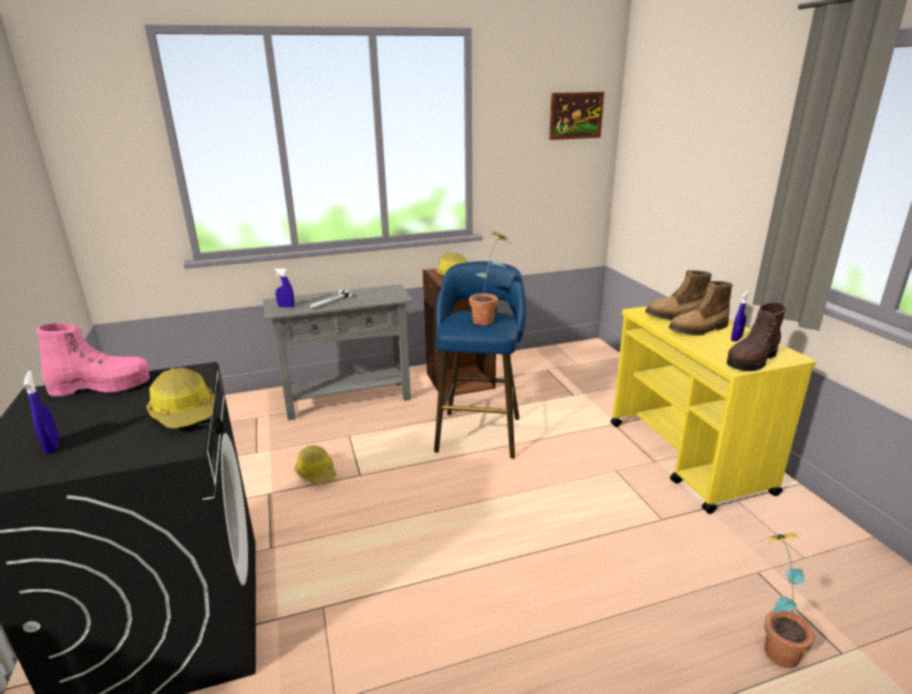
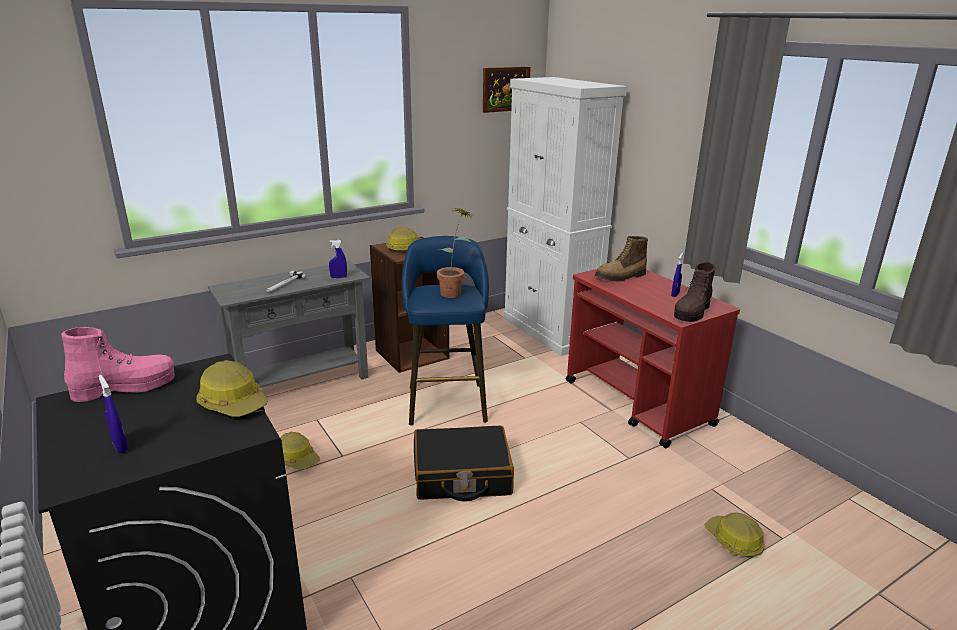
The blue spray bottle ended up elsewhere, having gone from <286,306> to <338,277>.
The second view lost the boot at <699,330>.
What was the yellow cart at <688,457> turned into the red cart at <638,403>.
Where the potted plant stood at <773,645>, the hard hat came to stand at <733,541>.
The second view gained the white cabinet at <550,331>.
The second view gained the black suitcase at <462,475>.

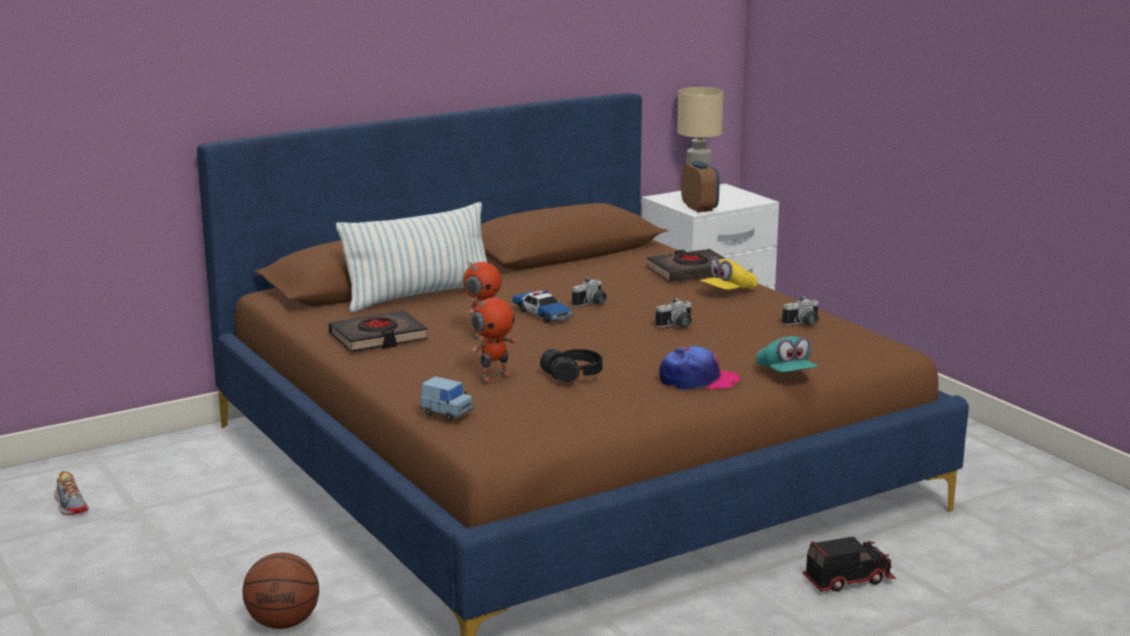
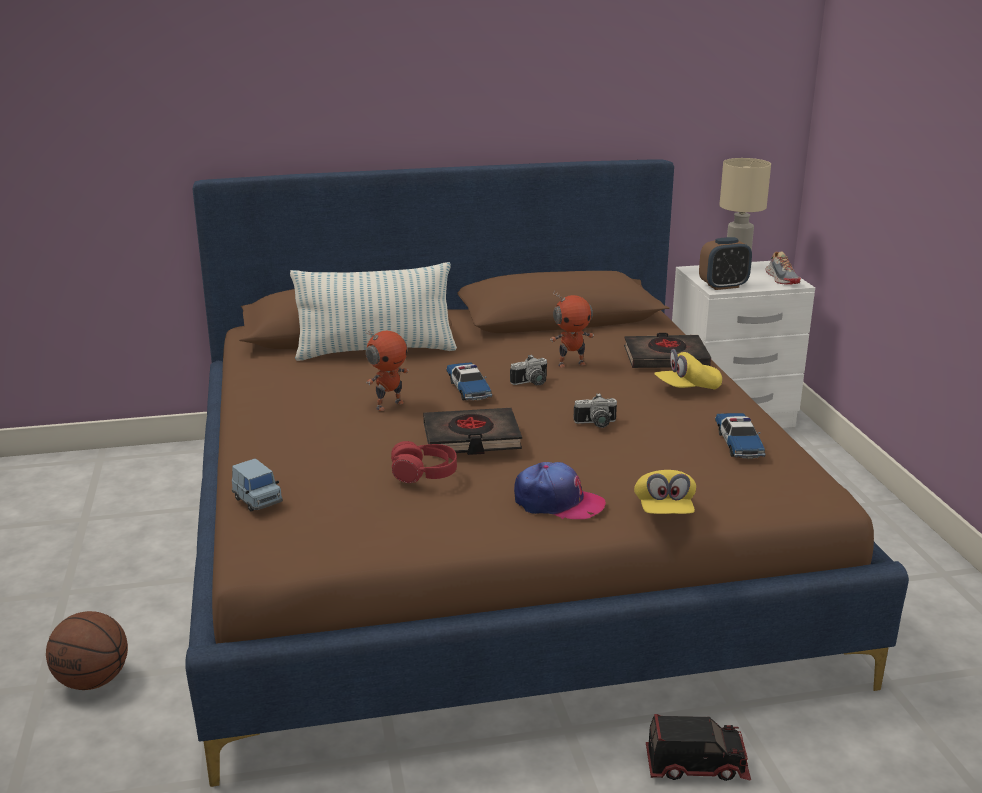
The alarm clock at <699,208> ended up facing another way, 75 degrees clockwise from before.
The toy robot ended up elsewhere, having gone from <494,375> to <571,364>.
Where the photo camera stood at <804,324>, the toy car came to stand at <738,443>.
The black book ended up elsewhere, having gone from <378,338> to <471,438>.
What was the turquoise cap at <786,374> turned into the yellow cap at <664,511>.
What was the black headphones at <573,375> turned into the red headphones at <424,473>.
The shoe ended up elsewhere, having gone from <71,504> to <782,278>.

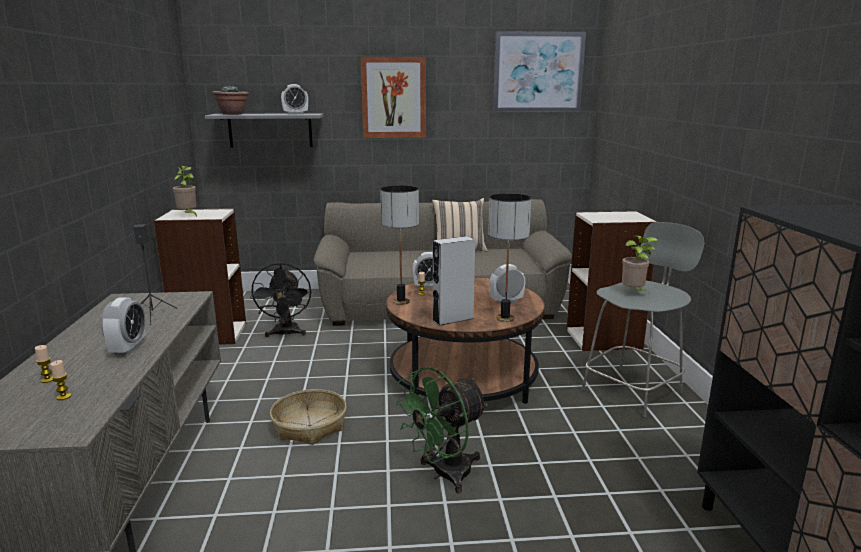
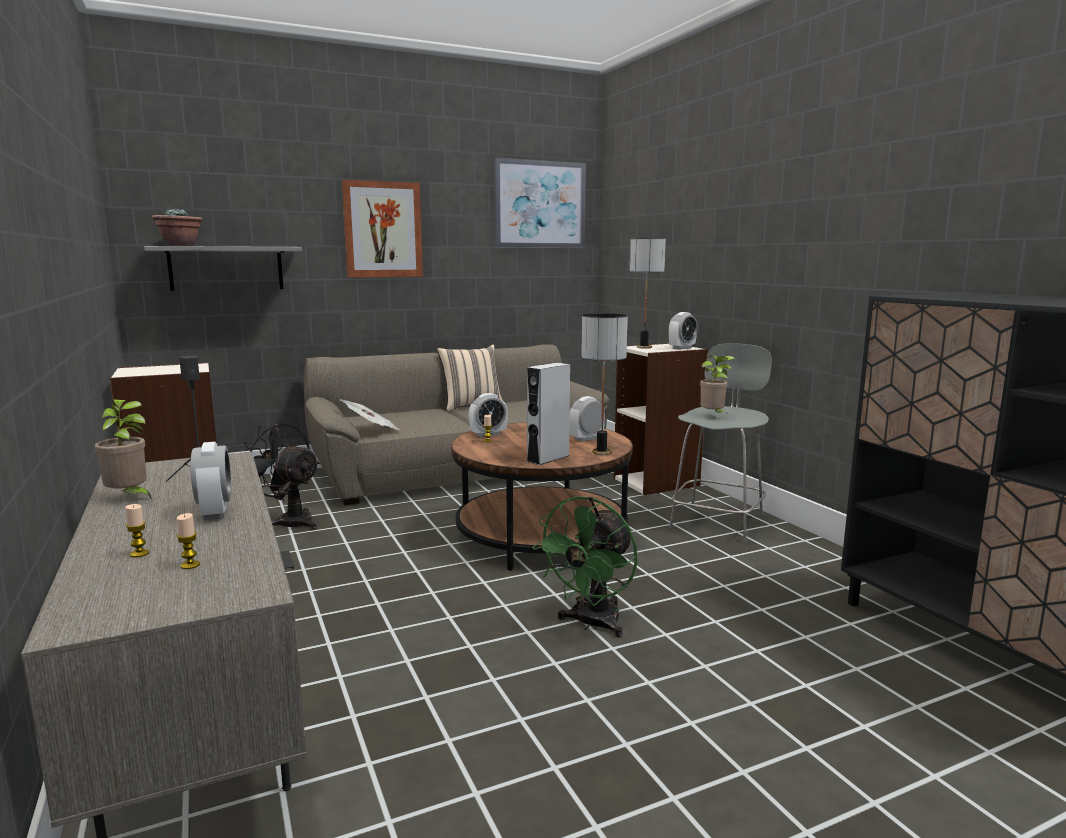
The alarm clock ended up elsewhere, having gone from <295,114> to <682,348>.
The potted plant ended up elsewhere, having gone from <188,215> to <129,498>.
The table lamp ended up elsewhere, having gone from <401,301> to <644,347>.
The black fan at <285,334> ended up facing another way, 150 degrees clockwise from before.
The second view lost the basket at <309,425>.
The second view gained the newspaper at <372,430>.

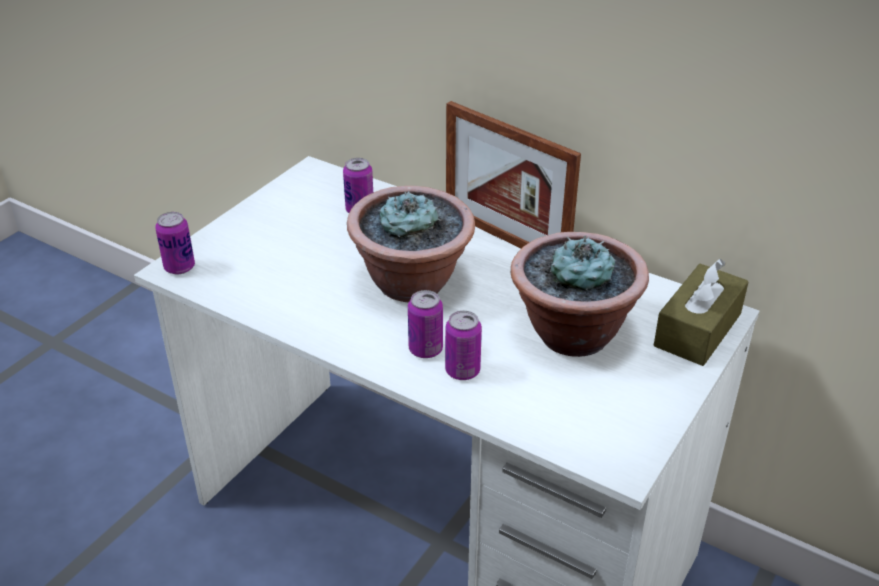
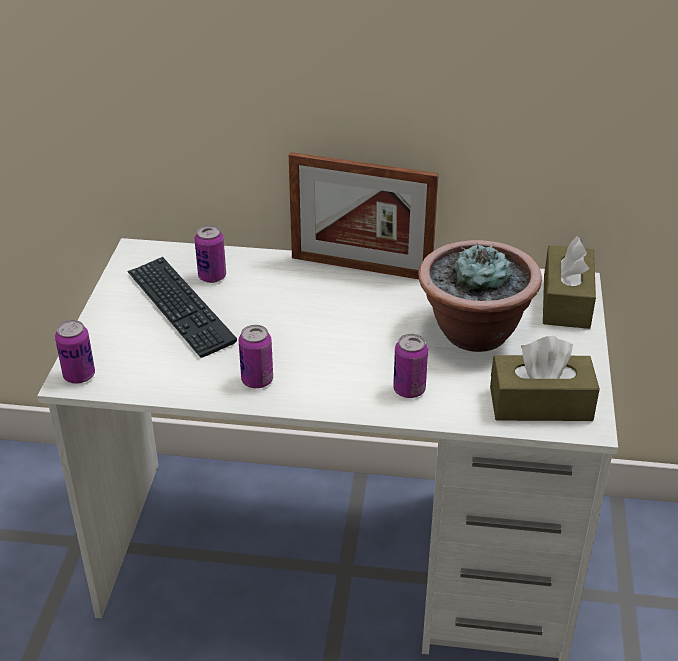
The second view lost the potted plant at <412,283>.
The can ended up elsewhere, having gone from <425,349> to <257,380>.
The second view gained the keyboard at <180,308>.
The second view gained the brown tissue box at <540,404>.

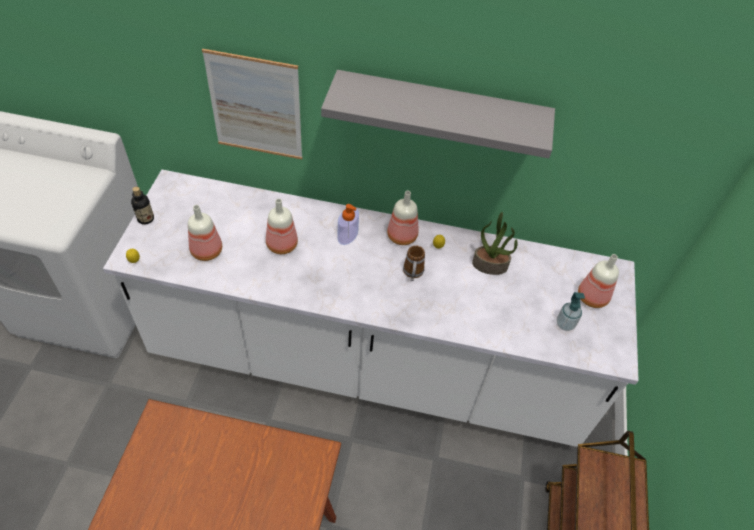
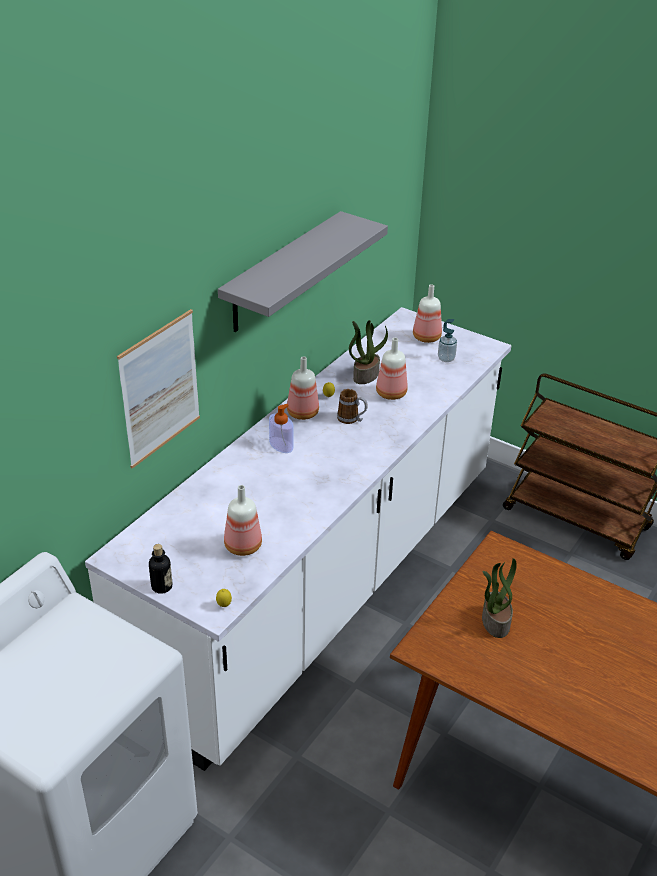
The bottle ended up elsewhere, having gone from <281,245> to <391,394>.
The second view gained the potted plant at <495,621>.

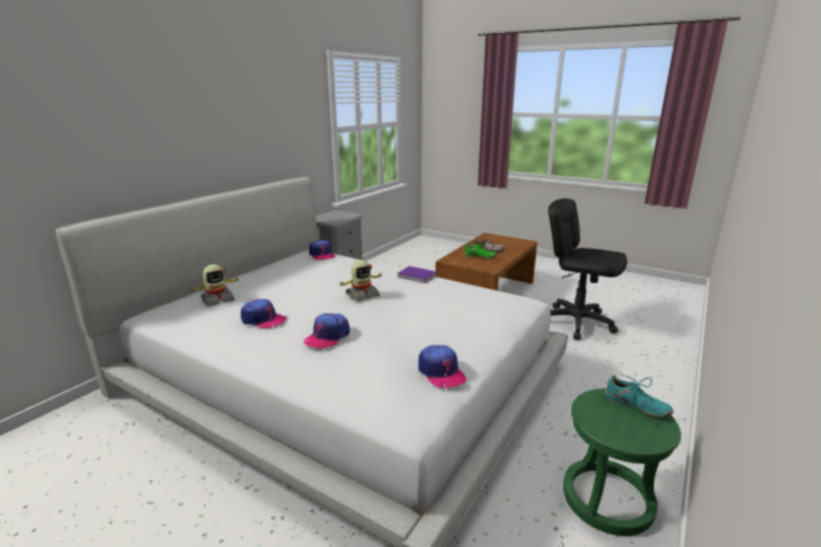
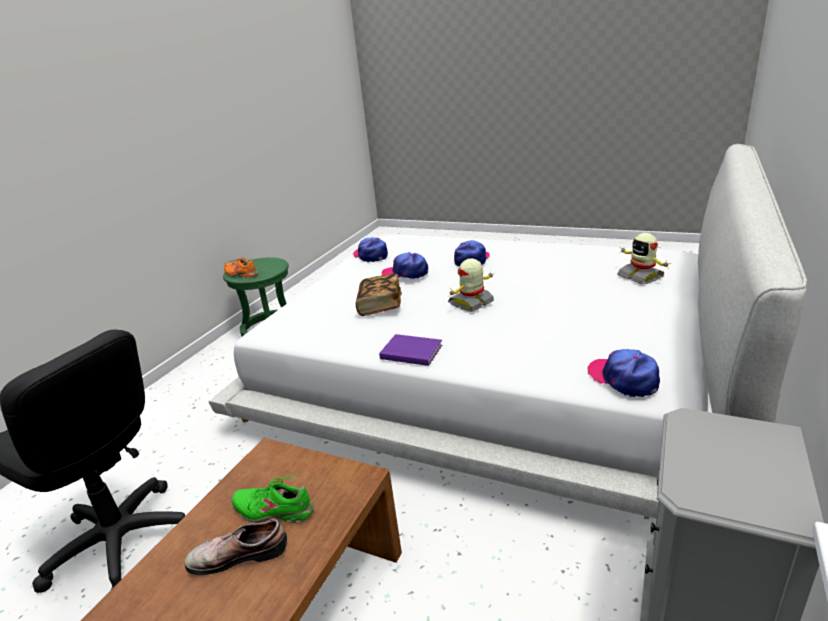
The toy robot at <217,300> ended up facing another way, 75 degrees counterclockwise from before.
The cap ended up elsewhere, having gone from <263,320> to <405,273>.
What was the turquoise shoe at <635,406> turned into the orange shoe at <241,274>.
The second view gained the book at <380,306>.

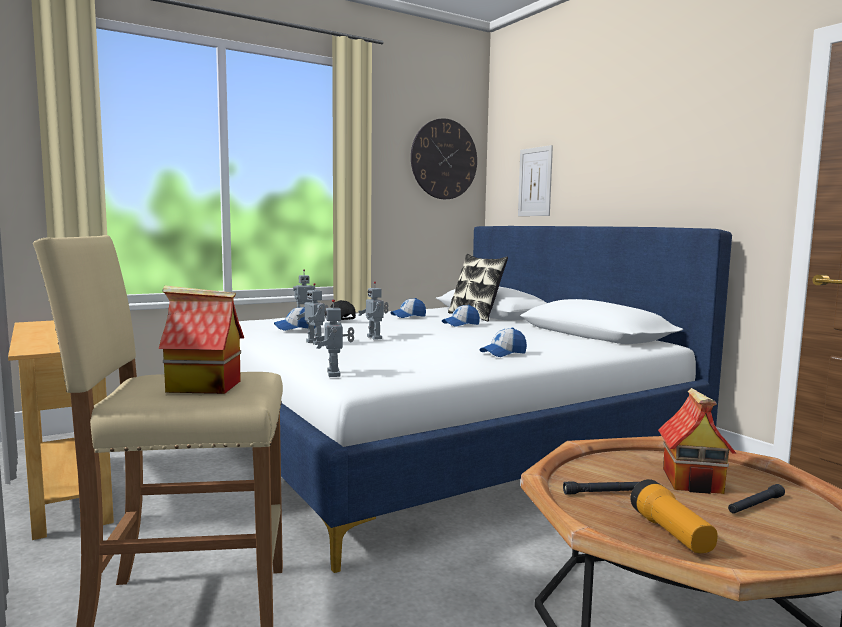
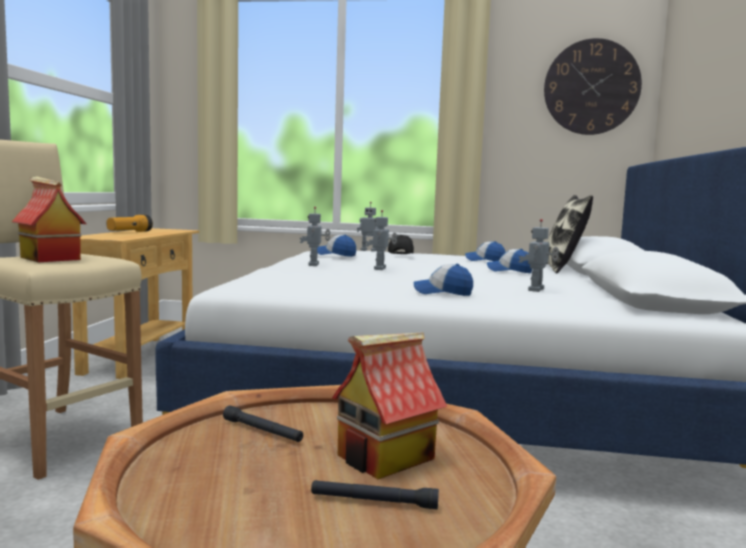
The second view lost the picture at <535,182>.
The toy robot ended up elsewhere, having gone from <335,374> to <537,290>.
The flashlight ended up elsewhere, having gone from <671,533> to <129,232>.

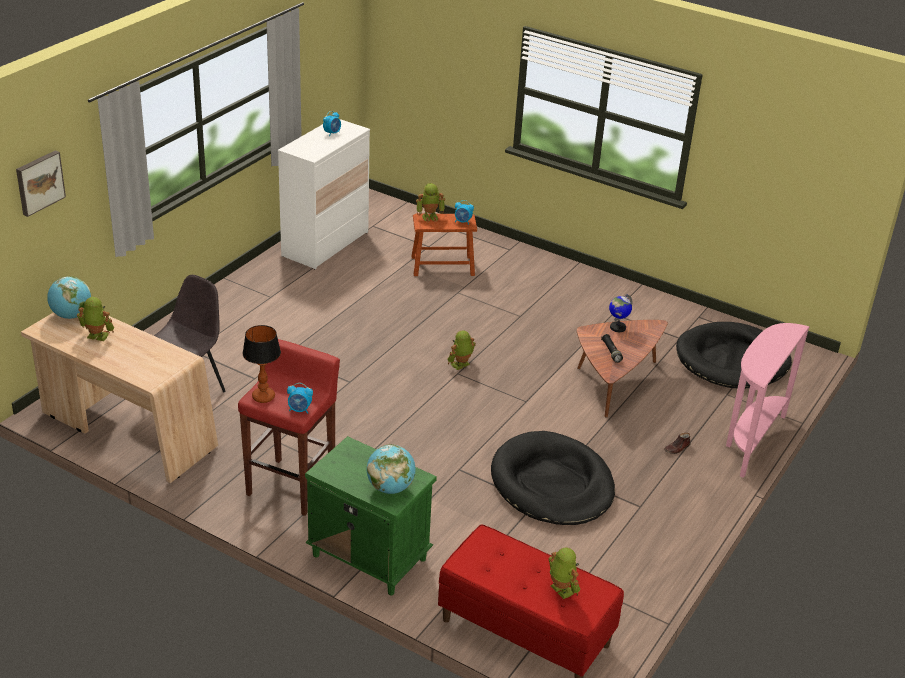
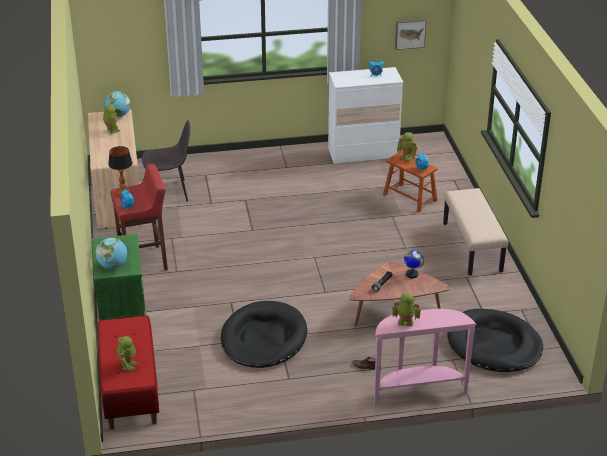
The picture ended up elsewhere, having gone from <39,182> to <410,33>.
The toy robot ended up elsewhere, having gone from <461,365> to <405,323>.
The second view gained the beige bench at <472,247>.

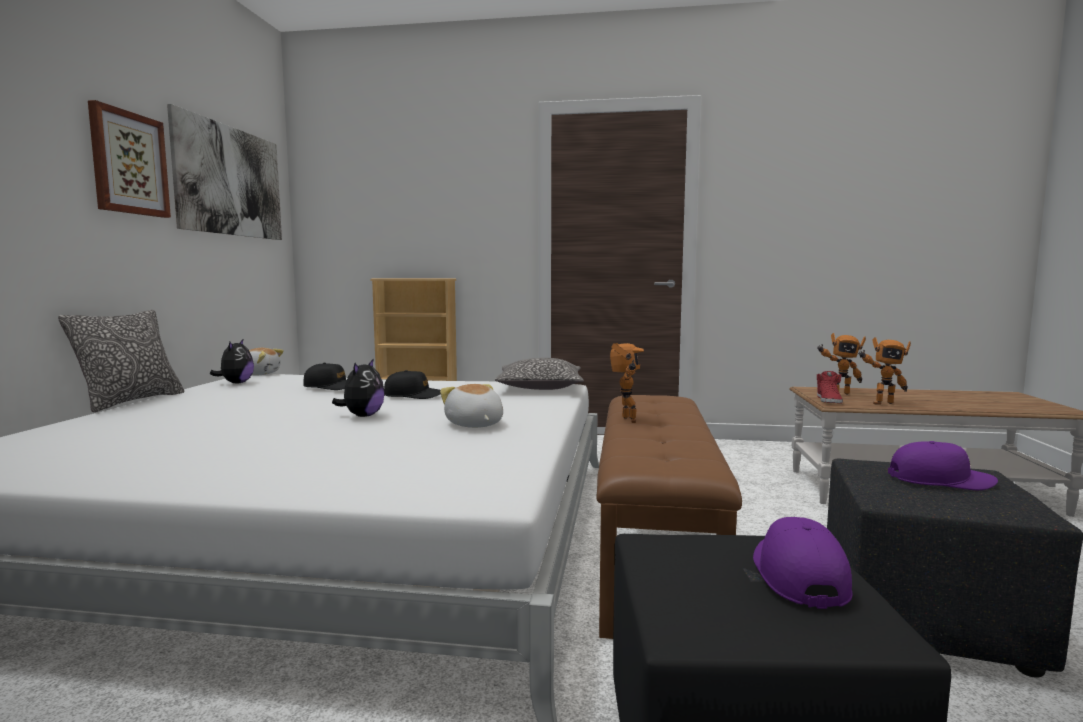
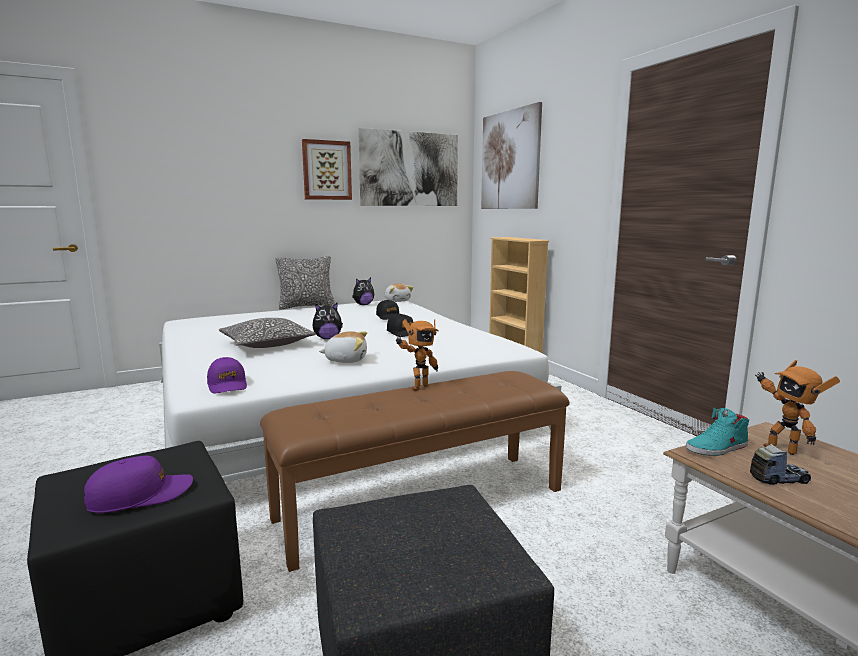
Where the toy robot stood at <881,403>, the toy truck came to stand at <778,479>.
The pillow ended up elsewhere, having gone from <540,387> to <267,344>.
What was the red shoe at <829,400> turned into the turquoise shoe at <717,448>.
The plush toy at <474,425> ended up facing another way, 60 degrees clockwise from before.
The purple cap ended up elsewhere, having gone from <940,480> to <227,385>.
The second view gained the picture at <510,160>.

